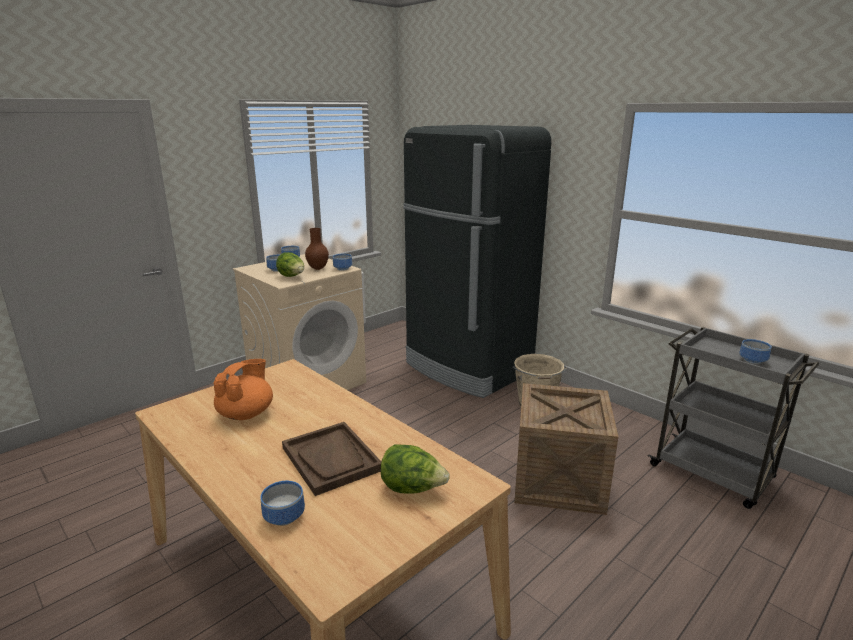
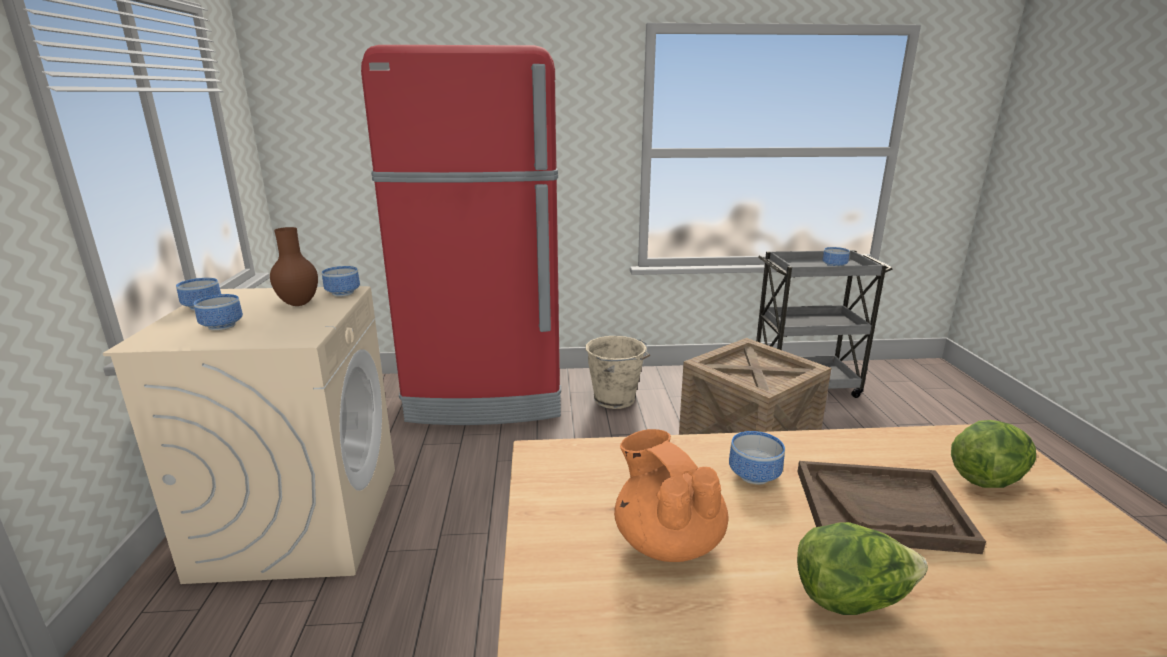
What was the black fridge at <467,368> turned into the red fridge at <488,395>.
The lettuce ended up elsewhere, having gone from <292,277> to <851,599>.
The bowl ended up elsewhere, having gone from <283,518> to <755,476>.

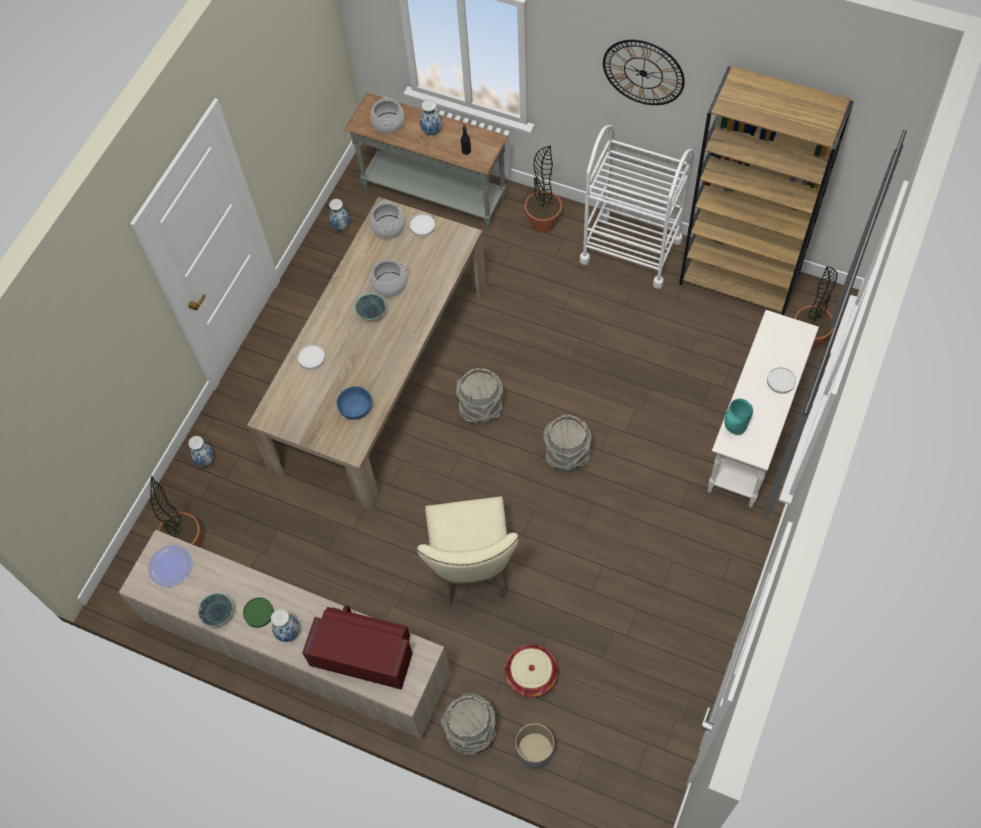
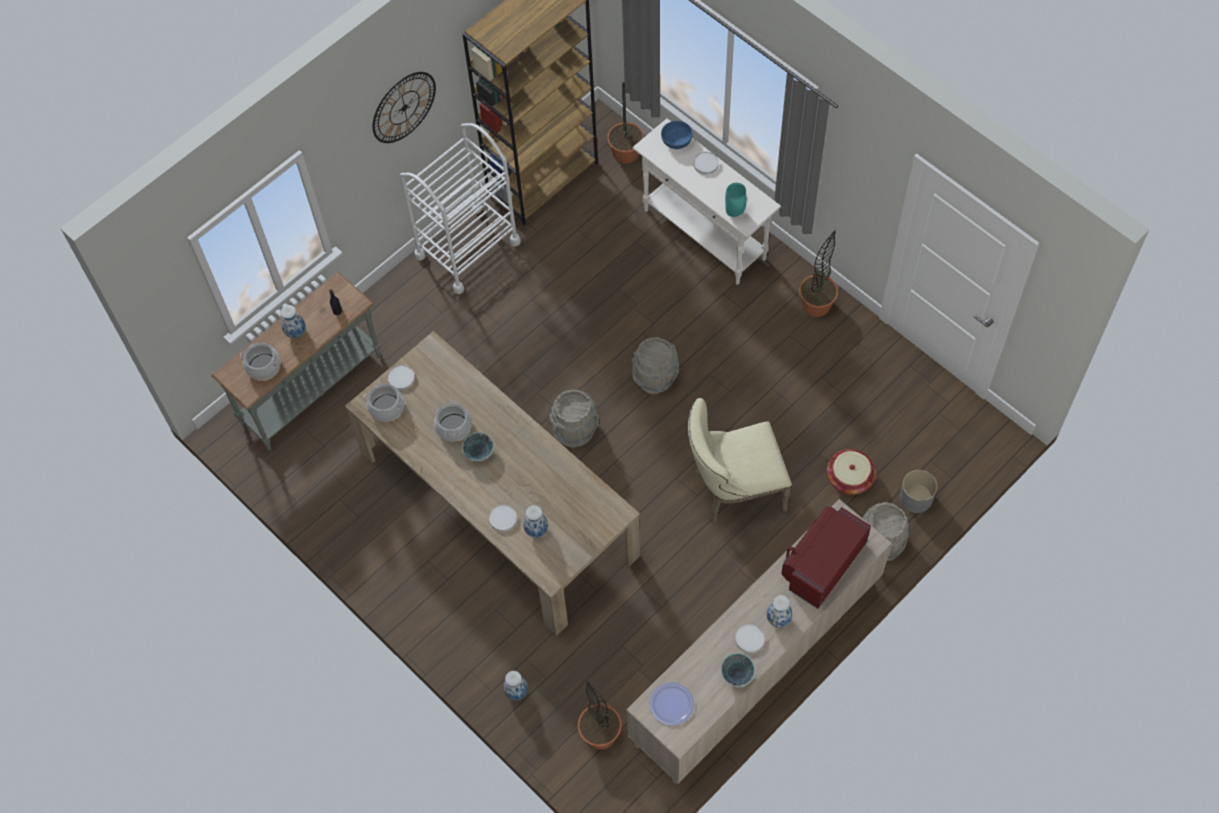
The potted plant ended up elsewhere, having gone from <543,221> to <816,305>.
The vase ended up elsewhere, having gone from <340,226> to <536,530>.
The blue bowl ended up elsewhere, having gone from <355,407> to <676,140>.
The beige chair at <472,569> ended up facing another way, 150 degrees clockwise from before.
What was the green plate at <259,613> turned into the white plate at <750,639>.

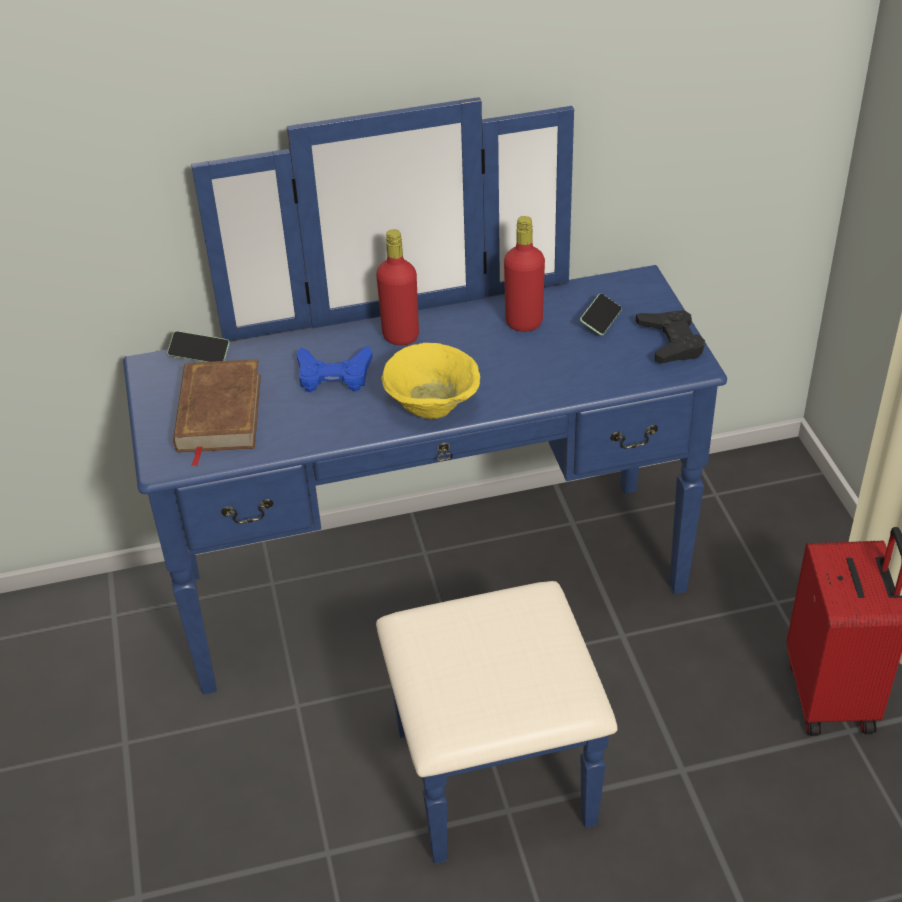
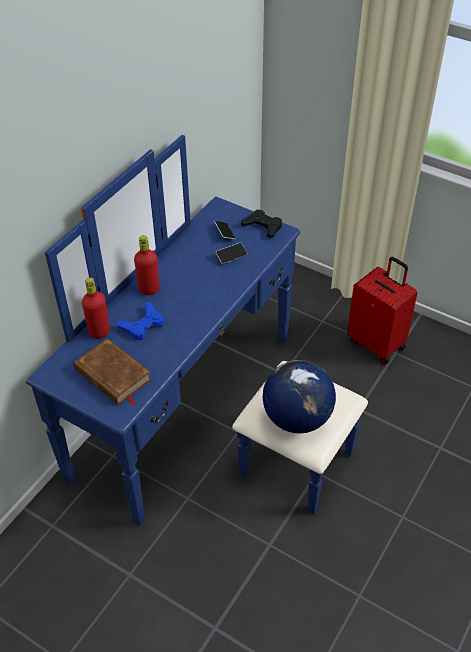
The red bottle ended up elsewhere, having gone from <524,323> to <99,332>.
The phone ended up elsewhere, having gone from <199,354> to <231,256>.
The second view lost the yellow bowl at <433,403>.
The second view gained the globe at <297,417>.

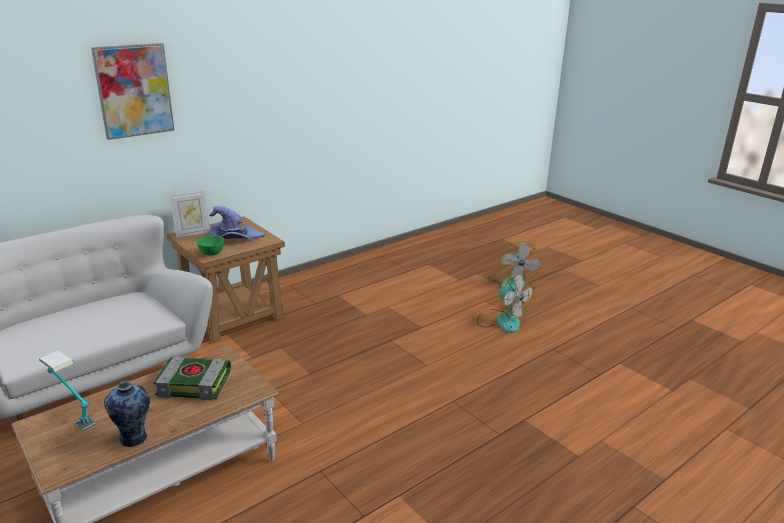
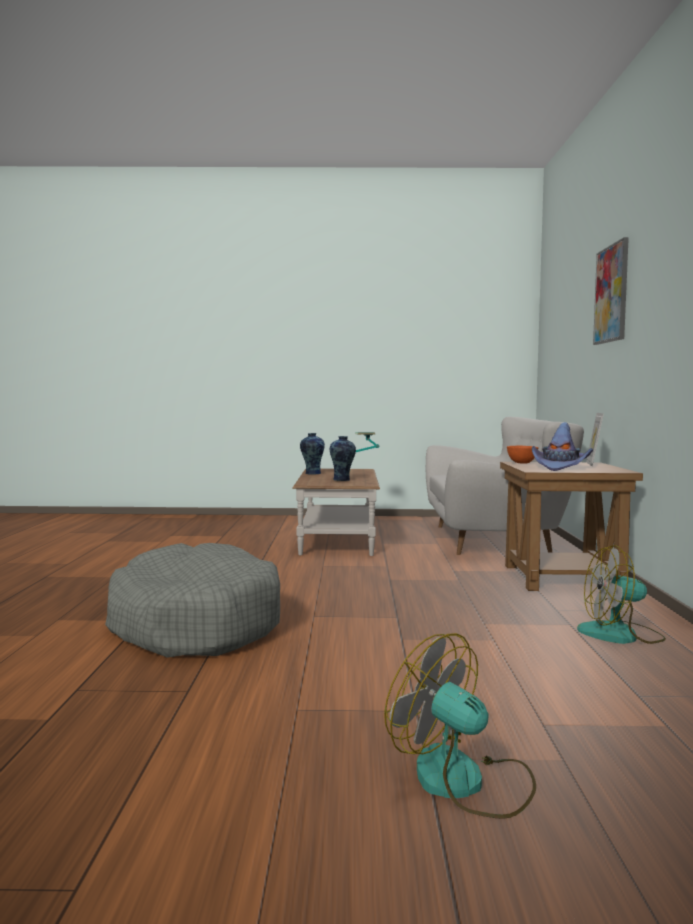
What was the green bowl at <211,254> turned into the orange bowl at <521,463>.
The fan ended up elsewhere, having gone from <502,320> to <621,635>.
Where the book stood at <195,383>, the vase came to stand at <342,480>.
The second view gained the grey dog bed at <194,624>.

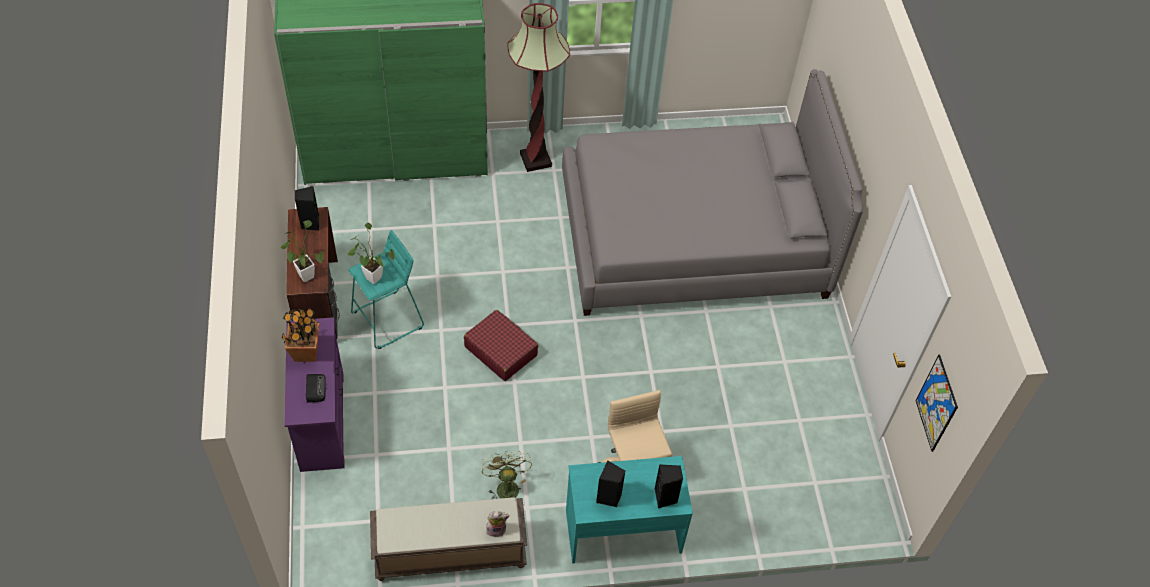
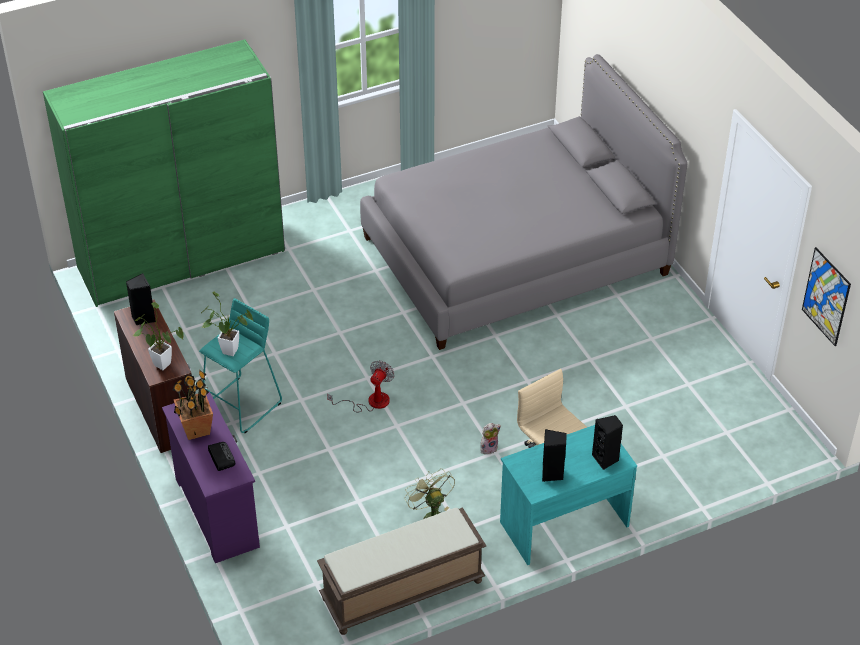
The second view lost the floor lamp at <535,160>.
Where the red suitcase stood at <500,350>, the fan came to stand at <370,402>.
The plush toy ended up elsewhere, having gone from <496,529> to <489,448>.

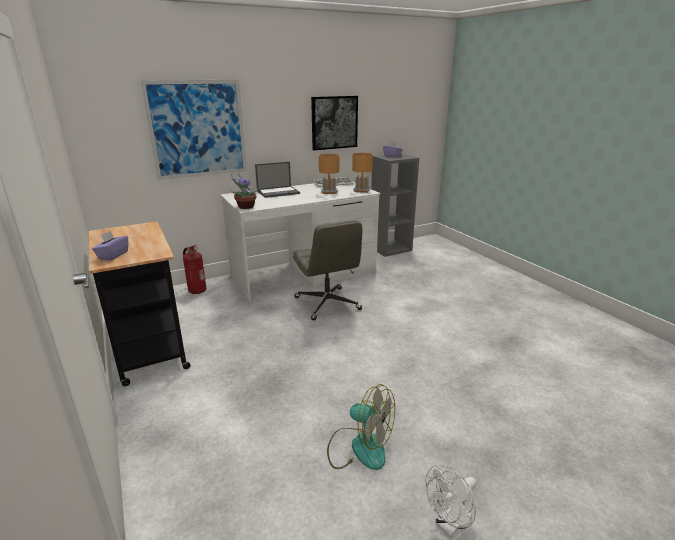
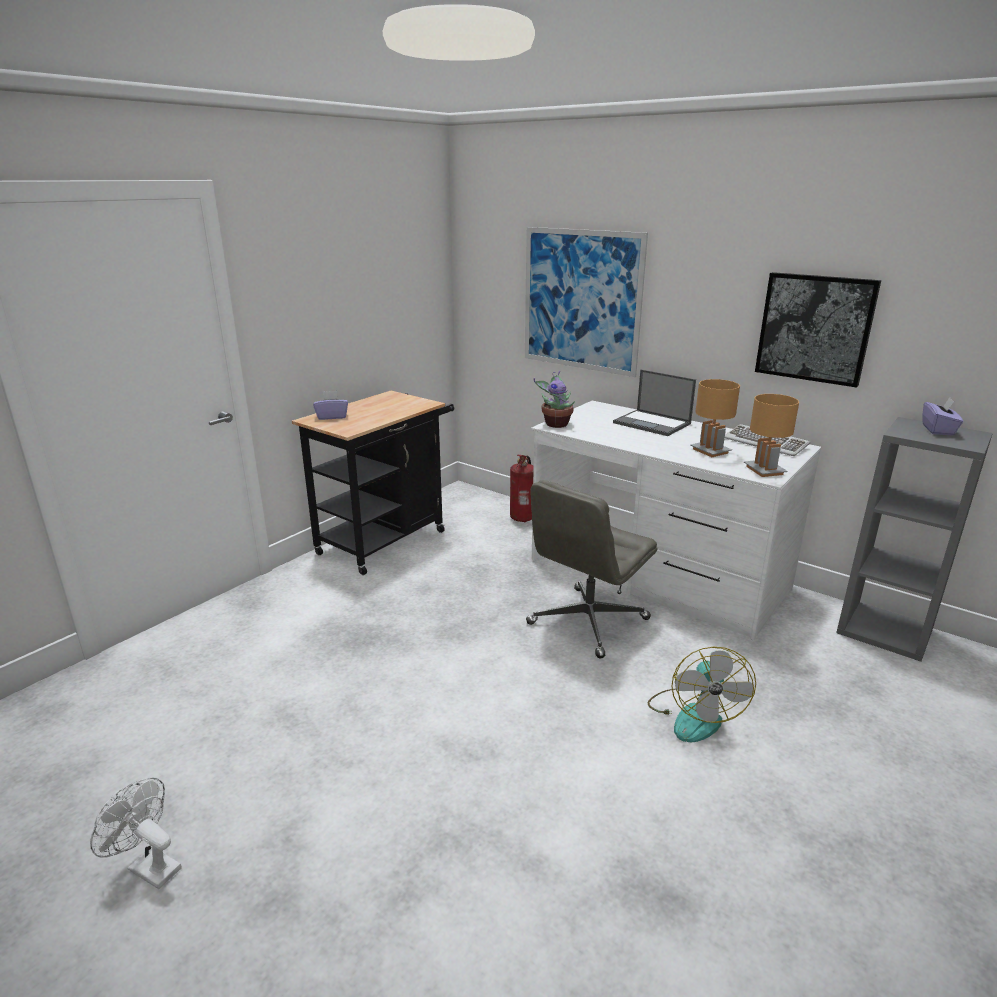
The fan ended up elsewhere, having gone from <359,447> to <694,715>.

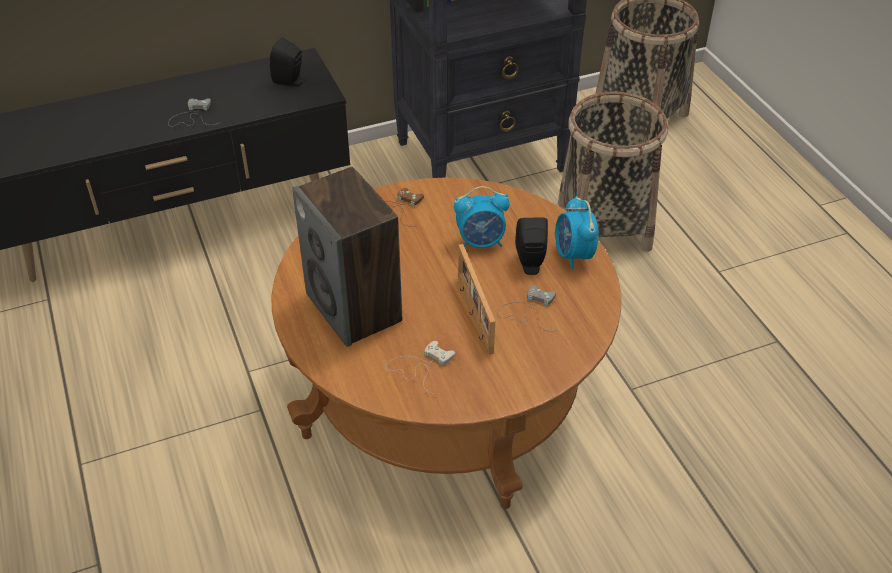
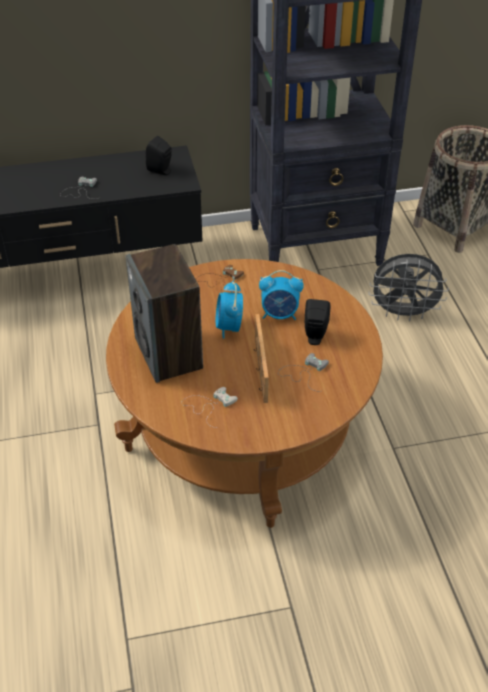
Where the basket stood at <604,225>, the grey fan came to stand at <403,313>.
The alarm clock ended up elsewhere, having gone from <573,255> to <229,327>.

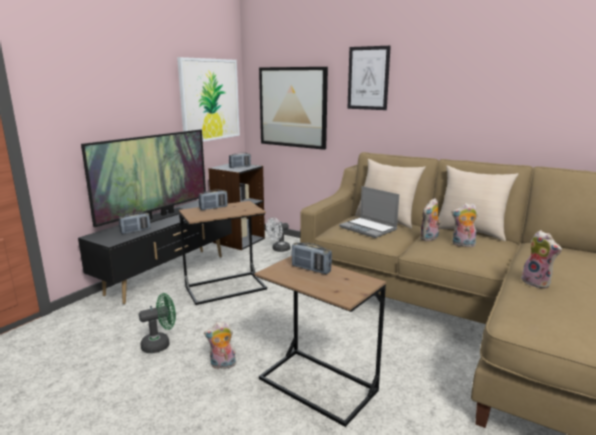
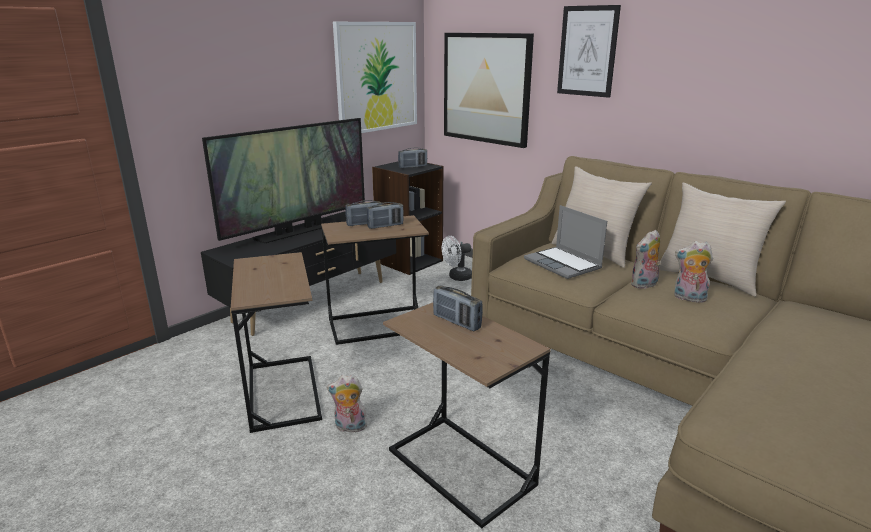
The radio ended up elsewhere, having gone from <135,231> to <385,226>.
The second view lost the plush toy at <537,283>.
Where the green fan stood at <160,344>, the brown side table came to stand at <283,392>.

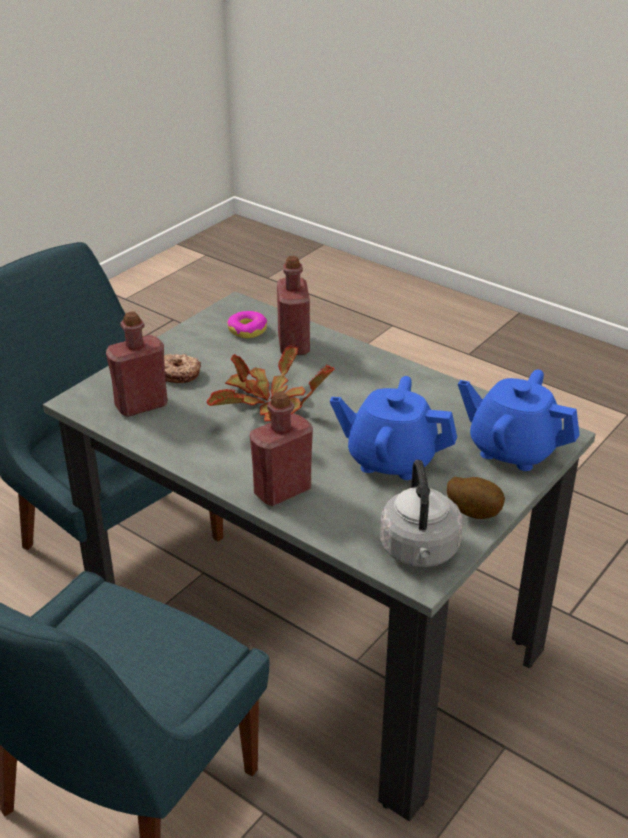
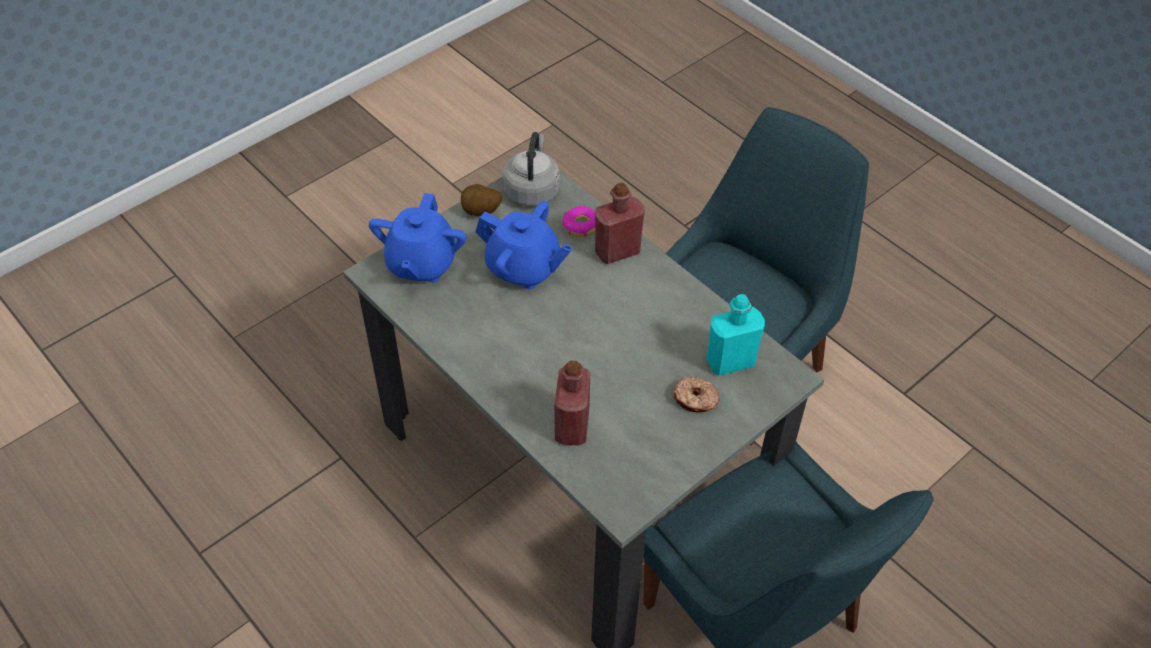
What was the red bottle at <141,405> turned into the turquoise bottle at <730,361>.
The donut ended up elsewhere, having gone from <247,330> to <580,226>.
The second view lost the potted plant at <266,404>.
The blue teapot at <512,449> ended up facing another way, 60 degrees clockwise from before.

